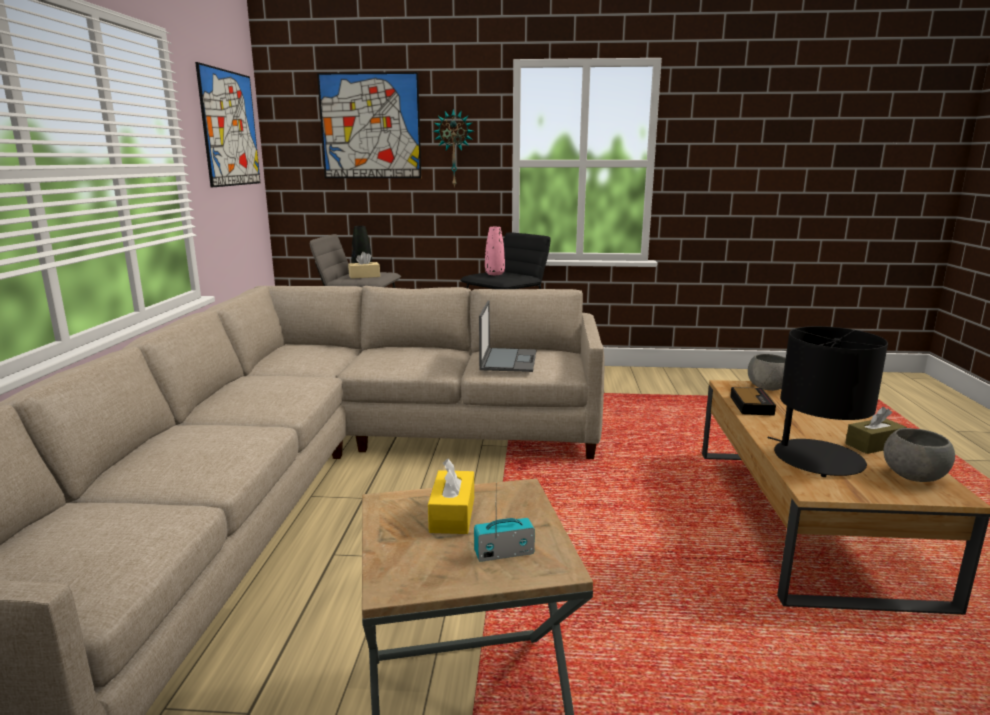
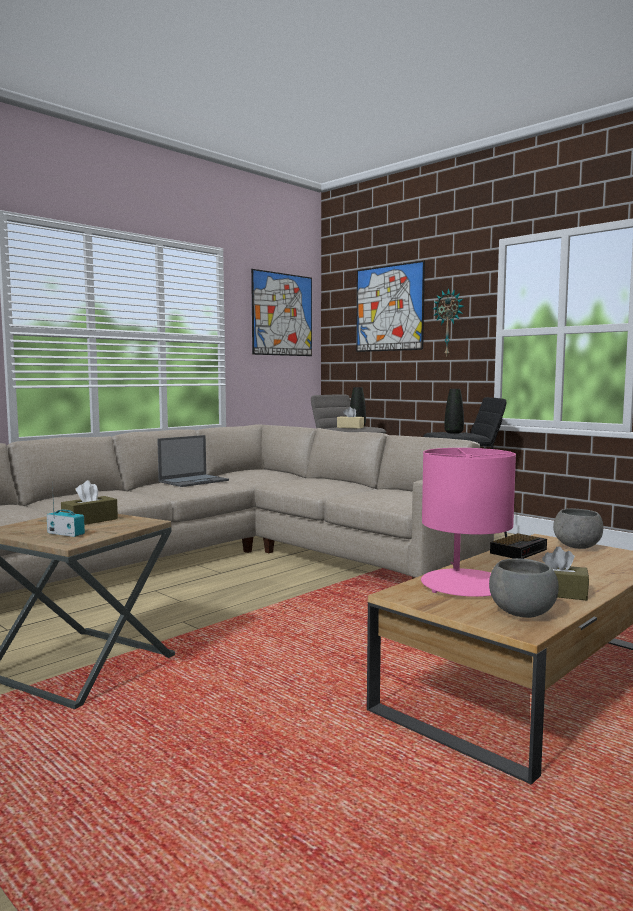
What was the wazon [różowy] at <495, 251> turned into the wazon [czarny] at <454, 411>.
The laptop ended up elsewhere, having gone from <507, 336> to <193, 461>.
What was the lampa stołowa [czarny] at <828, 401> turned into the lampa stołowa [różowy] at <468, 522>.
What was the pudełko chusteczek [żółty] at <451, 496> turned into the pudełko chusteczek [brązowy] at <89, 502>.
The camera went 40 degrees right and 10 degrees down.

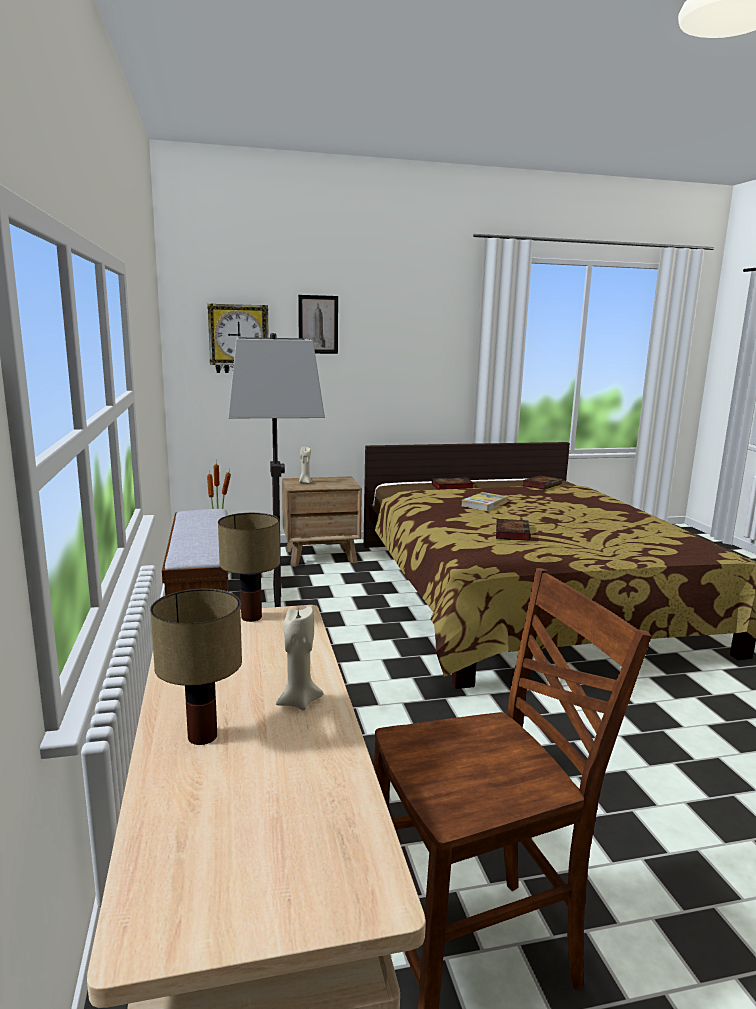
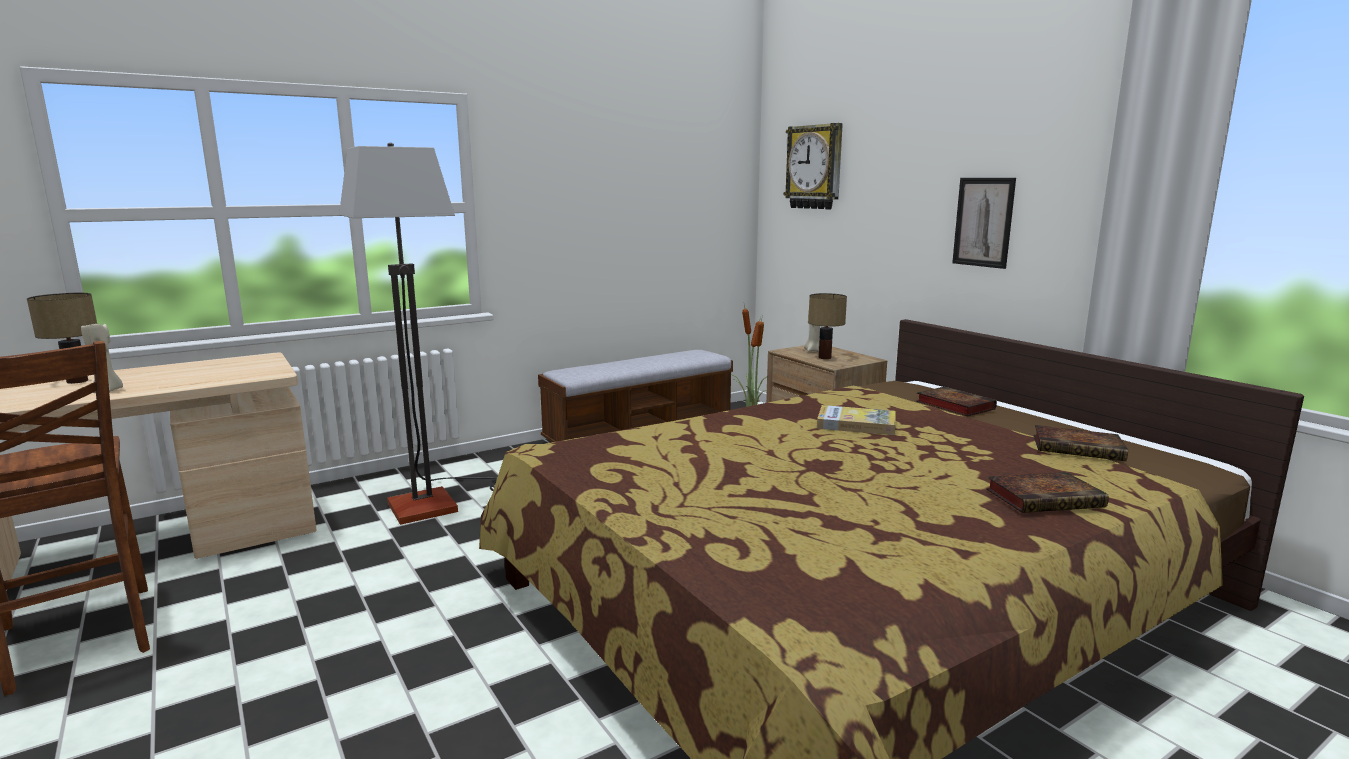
The obraz ended up elsewhere, having gone from <318, 324> to <984, 223>.
The lampa stołowa ended up elsewhere, having gone from <249, 567> to <827, 326>.
The książka ended up elsewhere, having gone from <513, 530> to <1047, 492>.
The camera went 70 degrees right and 0 degrees up.

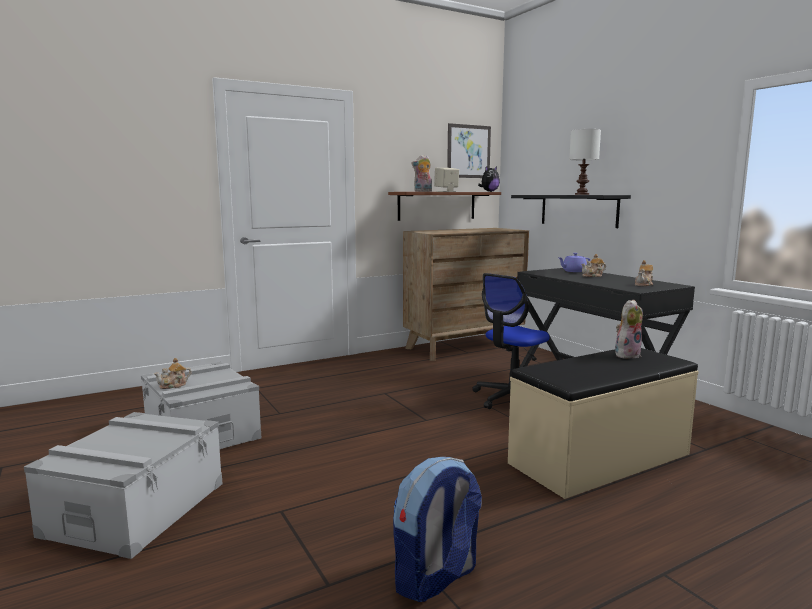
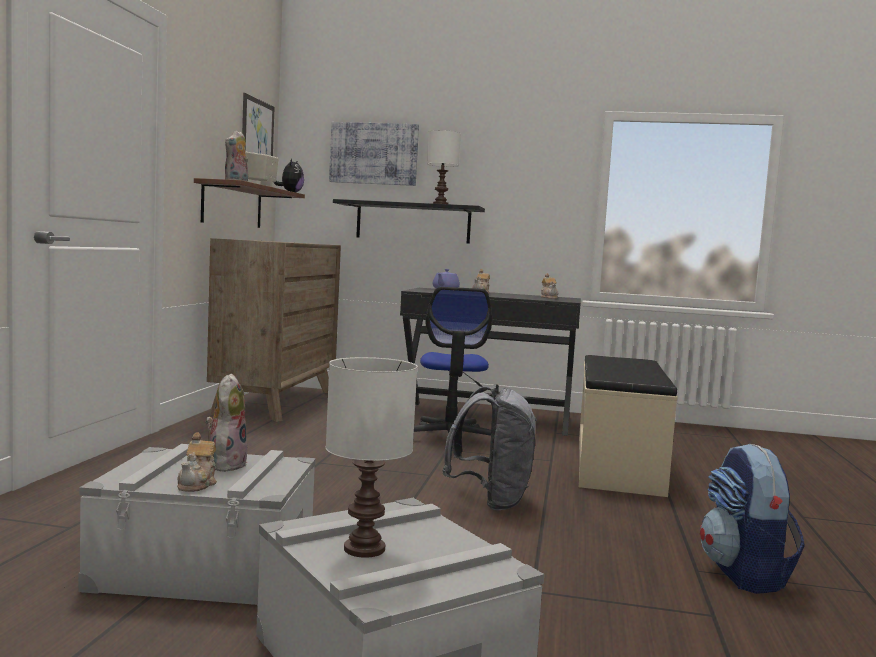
The pluszak ended up elsewhere, having gone from <629, 329> to <226, 422>.
The second view gained the obraz at <374, 154>.
The second view gained the lampa stołowa [biały] at <371, 457>.
The second view gained the plecak [szary] at <489, 447>.
The camera went 50 degrees left and 5 degrees down.

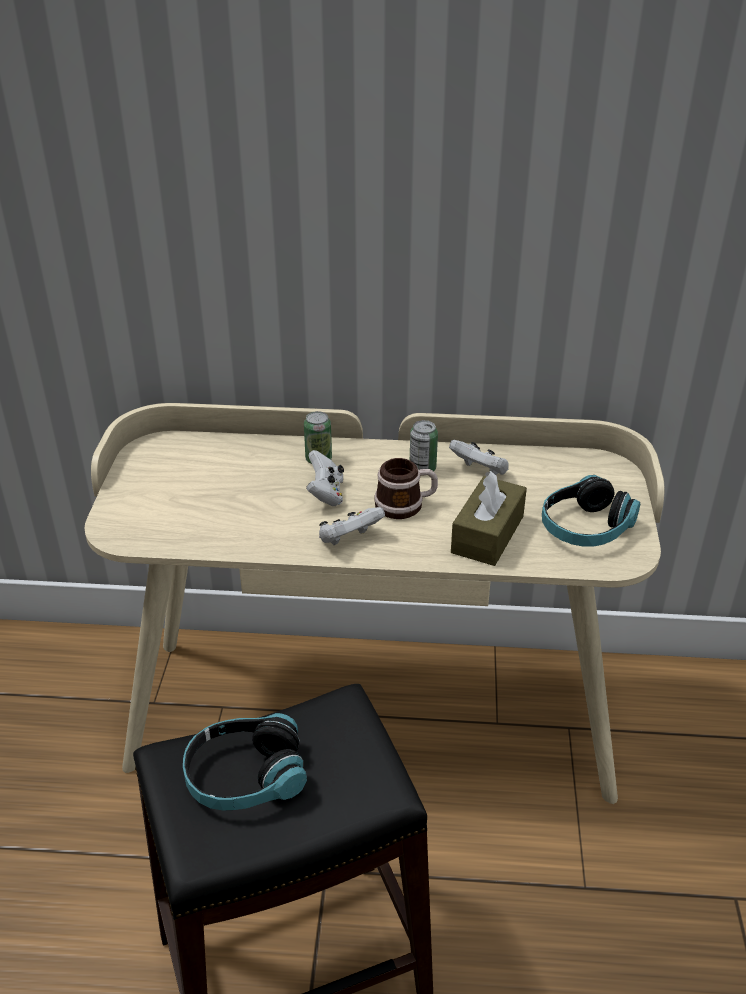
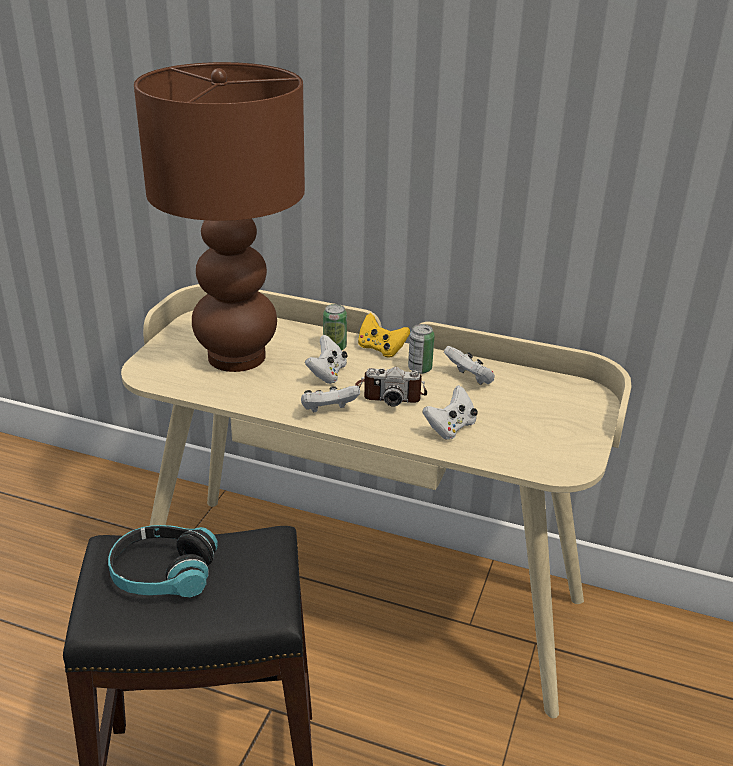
Where the kubek stood at <406, 488>, the aparat fotograficzny came to stand at <391, 386>.
Where the pudełko chusteczek [brązowy] stood at <489, 518>, the pad do gier [biały] came to stand at <450, 412>.
The second view lost the słuchawki at <591, 511>.
The second view gained the lampa stołowa [brązowy] at <219, 217>.
The second view gained the pad do gier [żółty] at <384, 335>.
The camera went 15 degrees right and 5 degrees down.

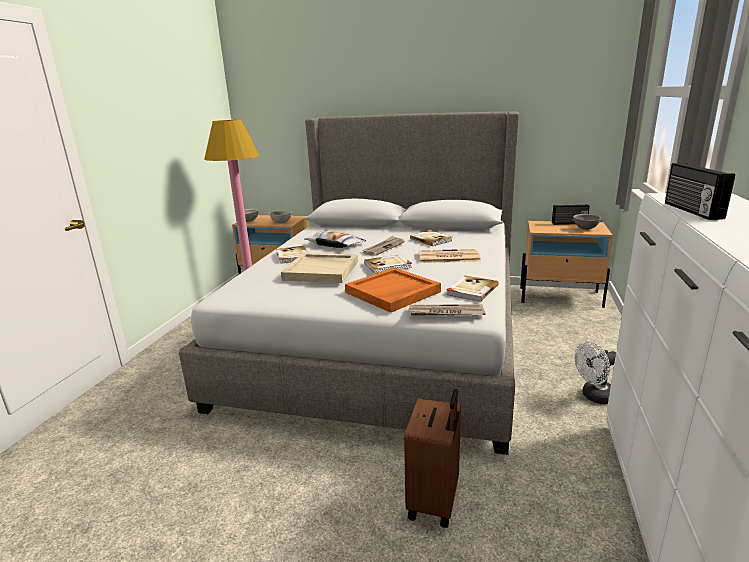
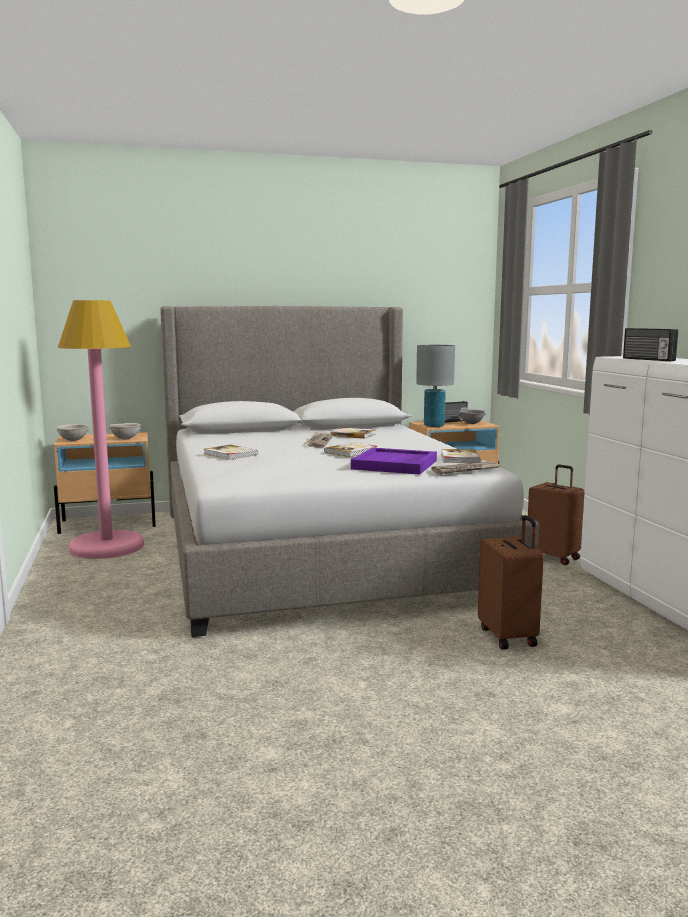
The second view lost the poduszka at <335, 239>.
The second view lost the gazeta at <450, 256>.
The second view lost the taca [beżowy] at <319, 268>.
What was the taca [pomarańczowy] at <393, 290> turned into the taca [fioletowy] at <394, 461>.
Where the wentylator [biały] stood at <595, 372>, the walizka [brązowy] came to stand at <556, 514>.
The second view gained the lampa stołowa [szary] at <435, 386>.
The camera went 30 degrees left and 10 degrees down.

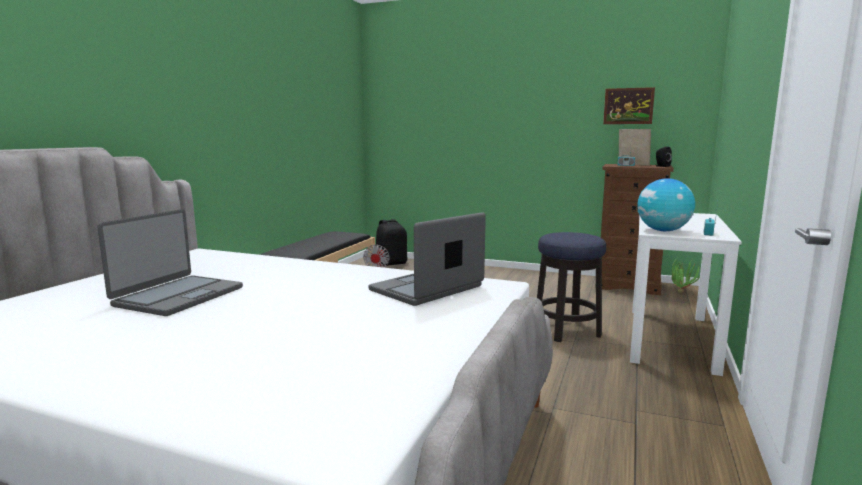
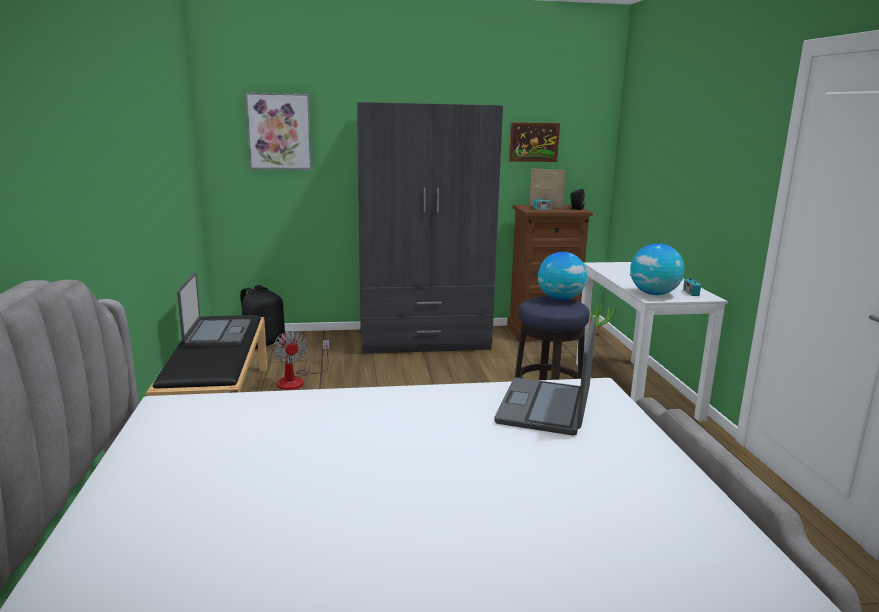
The laptop ended up elsewhere, having gone from <170, 262> to <214, 309>.
The second view gained the obraz at <278, 131>.
The second view gained the szafa [szary] at <430, 228>.
The second view gained the globus at <562, 276>.
The camera went 30 degrees left and 5 degrees up.

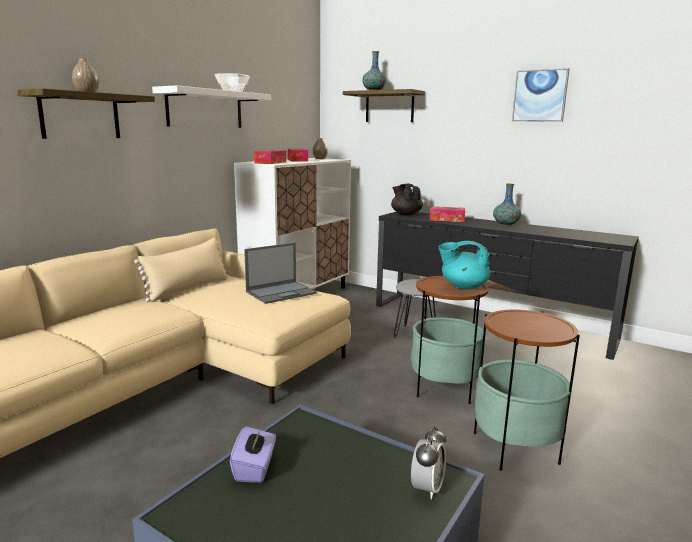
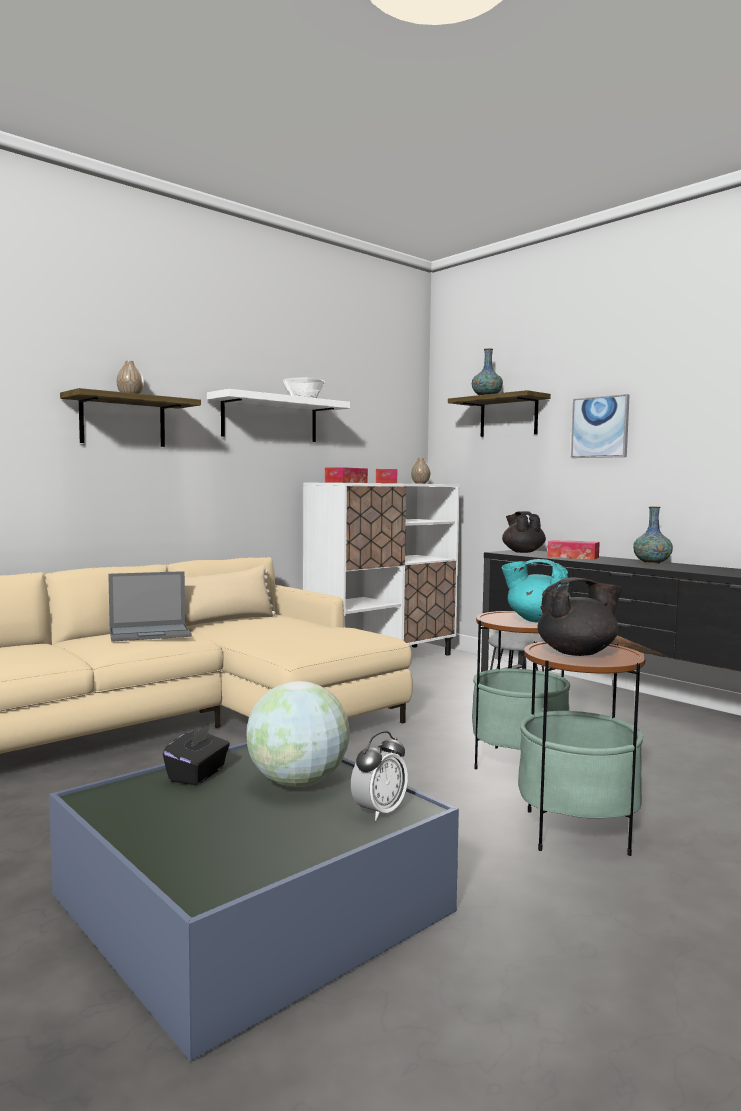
The obraz ended up elsewhere, having gone from <540, 95> to <600, 426>.
The laptop ended up elsewhere, having gone from <280, 273> to <150, 606>.
What was the pudełko chusteczek [fioletowy] at <253, 454> turned into the pudełko chusteczek [czarny] at <196, 755>.
The second view gained the imbryk [czarny] at <579, 616>.
The second view gained the globus at <298, 734>.
The camera went 15 degrees right and 10 degrees down.

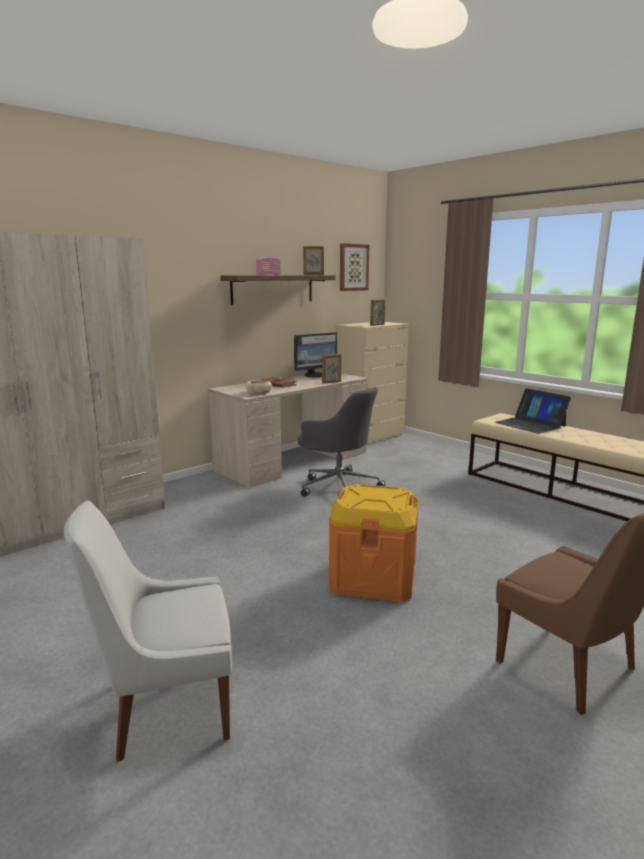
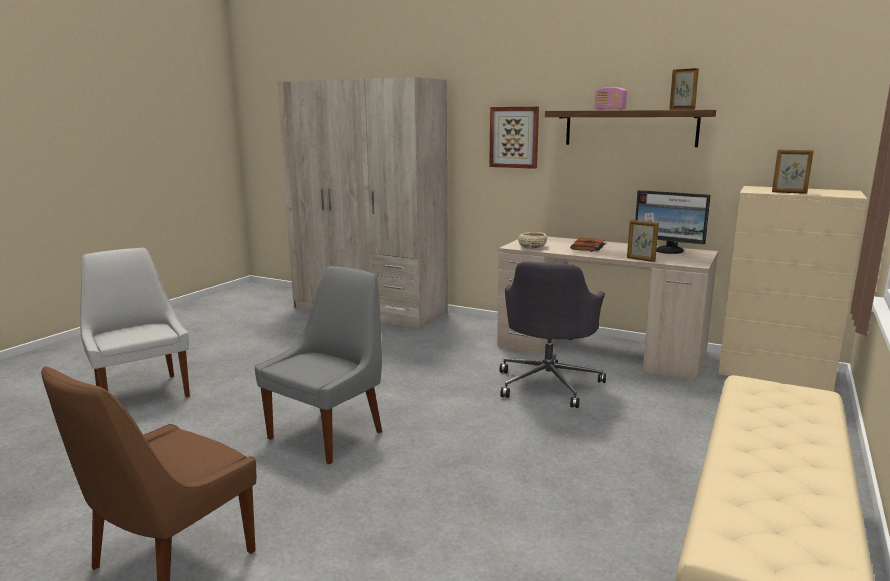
The obraz ended up elsewhere, having gone from <354, 267> to <514, 138>.
The second view lost the laptop at <533, 411>.
Where the pojemnik do przechowywania [pomarańczowy] stood at <373, 543>, the krzesło [szary] came to stand at <318, 365>.
The camera went 70 degrees right and 0 degrees up.

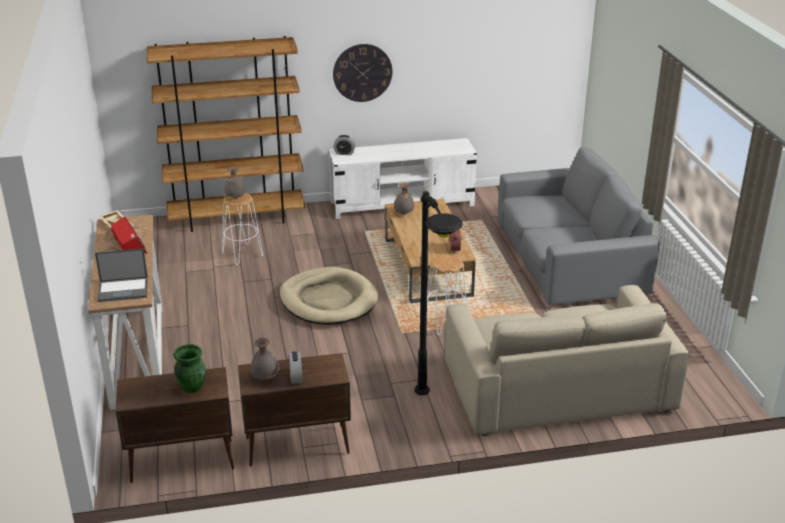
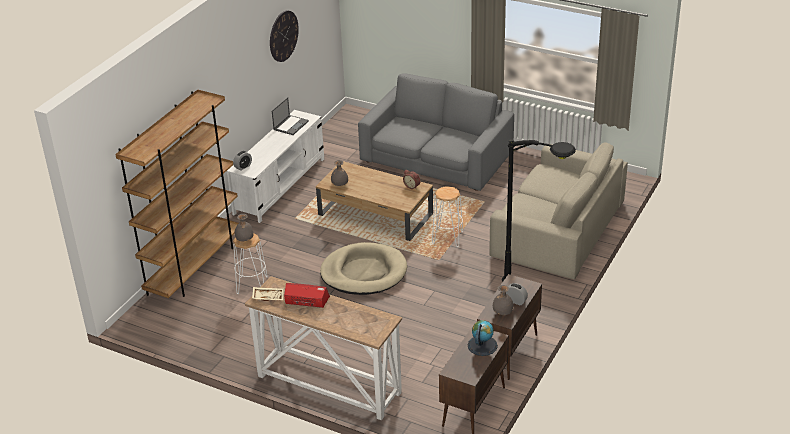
The zegar ścienny ended up elsewhere, having gone from <362, 73> to <284, 36>.
The laptop ended up elsewhere, having gone from <121, 275> to <290, 116>.
Where the wazon [zielony] stood at <189, 368>, the globus came to stand at <483, 338>.
The camera went 50 degrees left and 5 degrees up.

